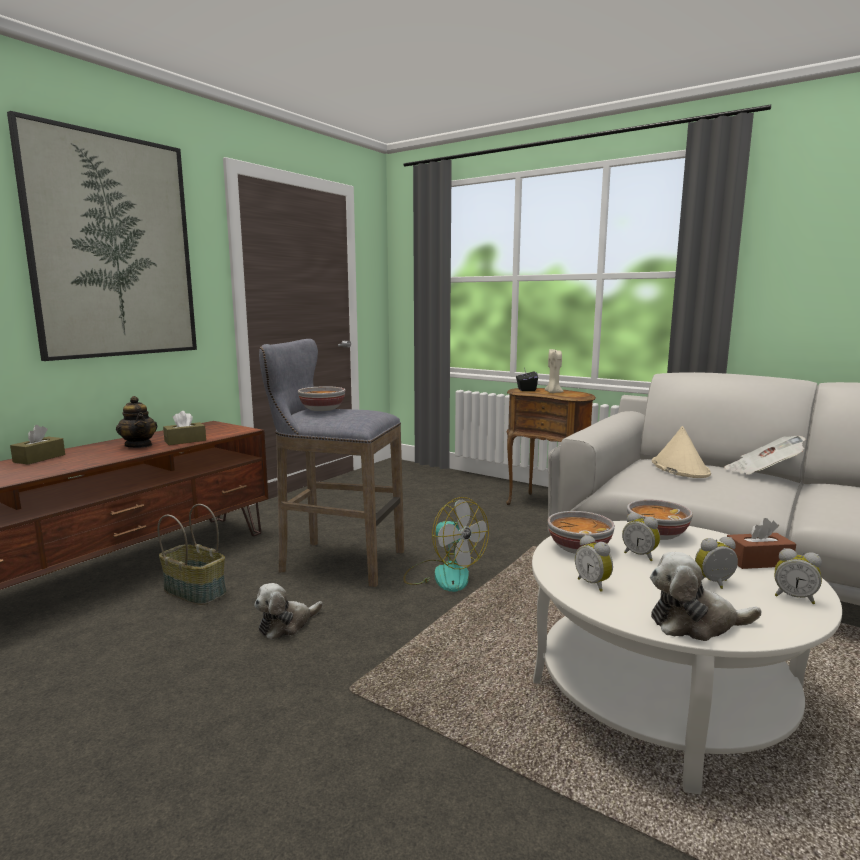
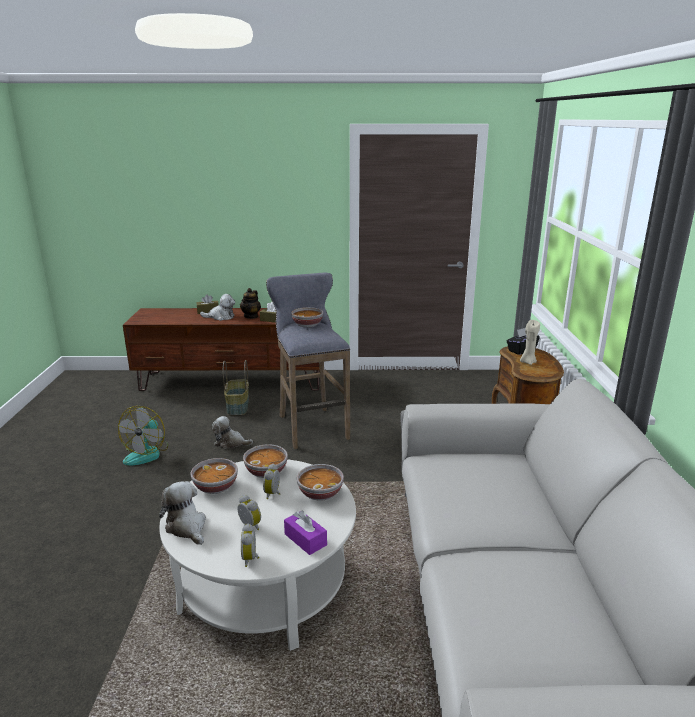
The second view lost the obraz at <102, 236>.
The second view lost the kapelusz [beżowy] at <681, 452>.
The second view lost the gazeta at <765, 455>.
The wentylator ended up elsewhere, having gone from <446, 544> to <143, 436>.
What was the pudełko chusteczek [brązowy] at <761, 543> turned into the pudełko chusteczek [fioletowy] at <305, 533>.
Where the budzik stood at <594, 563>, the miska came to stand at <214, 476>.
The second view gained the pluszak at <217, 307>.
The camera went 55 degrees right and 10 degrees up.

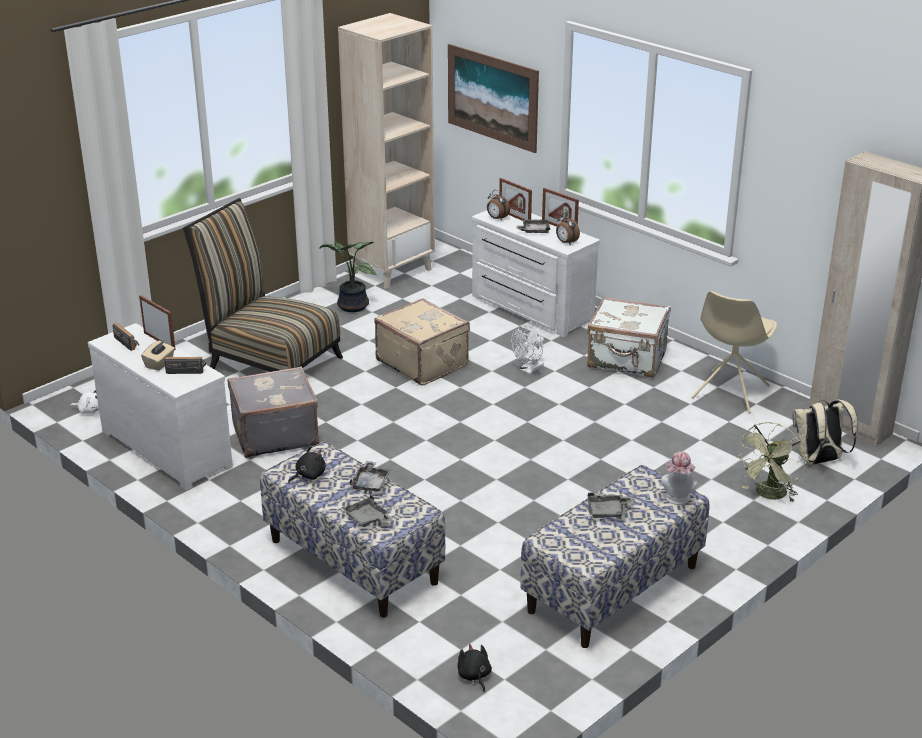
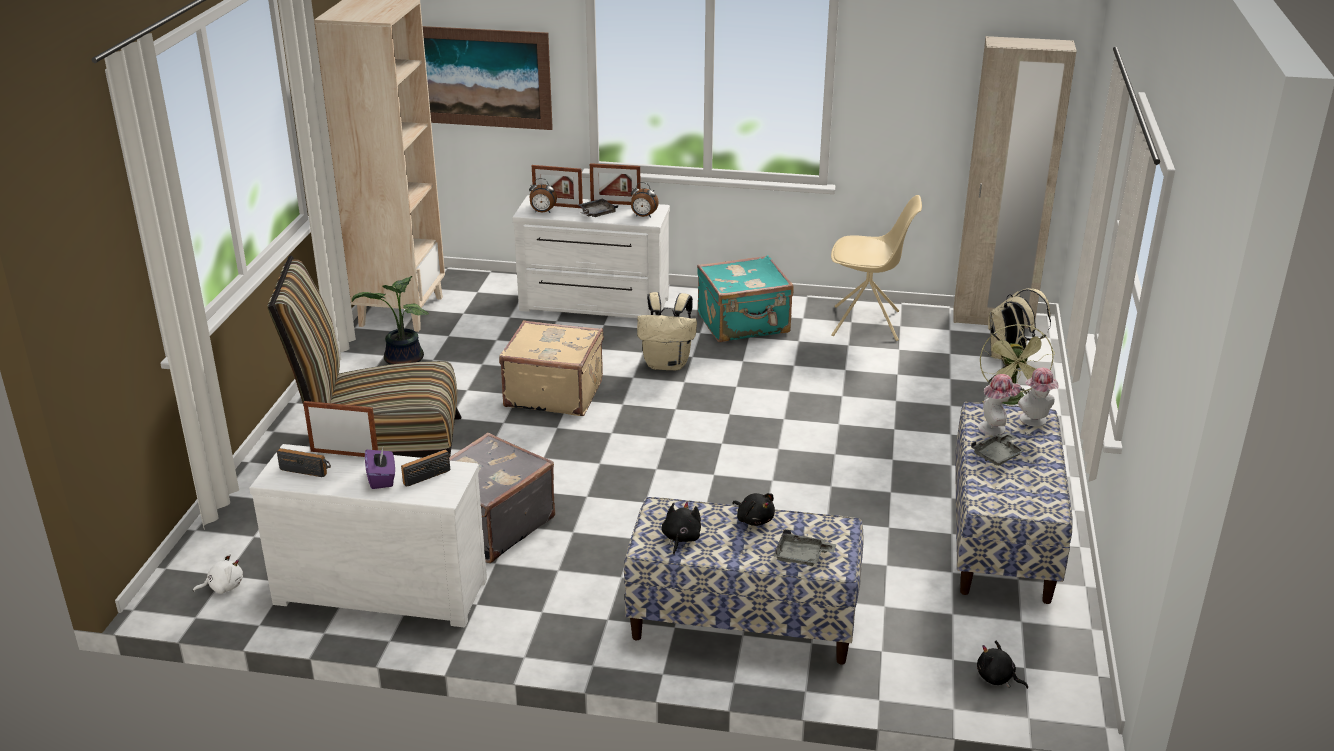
The krzesło [beżowy] at <734, 352> ended up facing another way, 75 degrees counterclockwise from before.
What was the walizka [biały] at <628, 337> turned into the walizka [turkusowy] at <745, 298>.
Where the wentylator [biały] stood at <527, 349>, the plecak [beżowy] came to stand at <667, 331>.
What was the pudełko chusteczek [beżowy] at <158, 355> turned into the pudełko chusteczek [fioletowy] at <380, 468>.
Where the taca [szary] stood at <370, 476>, the pluszak [czarny] came to stand at <753, 509>.
The second view gained the kapelusz at <999, 405>.
The camera went 35 degrees left and 0 degrees up.

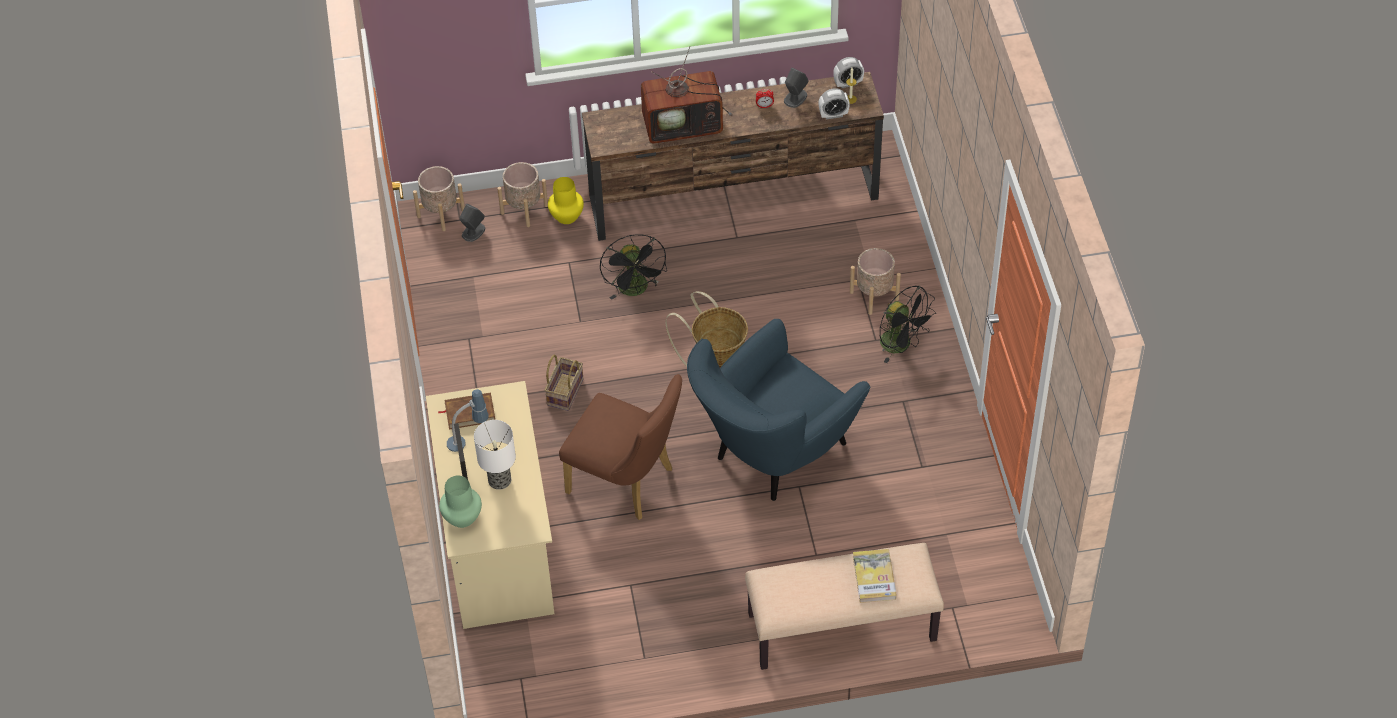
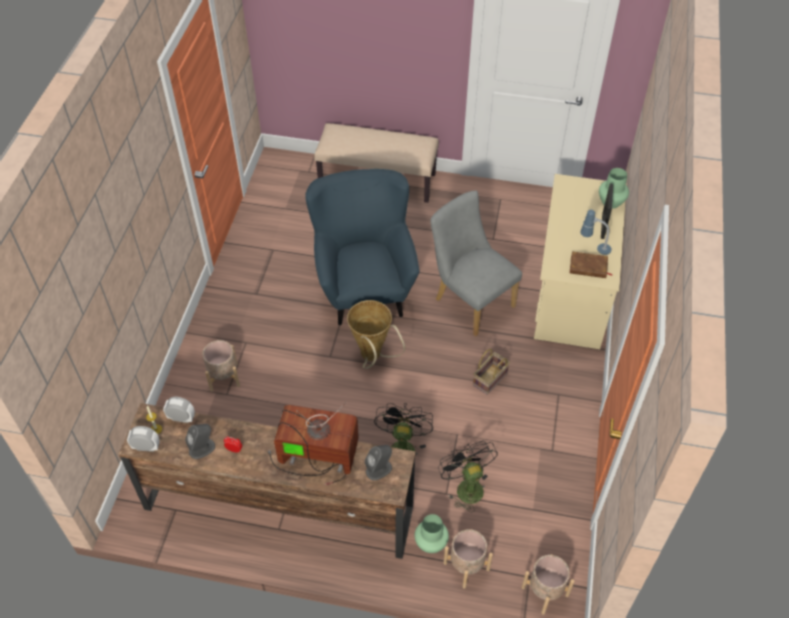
What was the wazon [żółty] at <566, 200> turned into the wazon [zielony] at <432, 533>.
The głośnik [szary] ended up elsewhere, having gone from <472, 223> to <378, 462>.
The wentylator [czarny] ended up elsewhere, having gone from <907, 324> to <468, 476>.
The fotel [niebieski] at <779, 410> ended up facing another way, 75 degrees counterclockwise from before.
What was the krzesło [brązowy] at <620, 447> turned into the krzesło [szary] at <476, 263>.
The second view lost the lampa stołowa at <495, 455>.
The second view lost the książka at <875, 576>.
The camera went 160 degrees left and 0 degrees up.

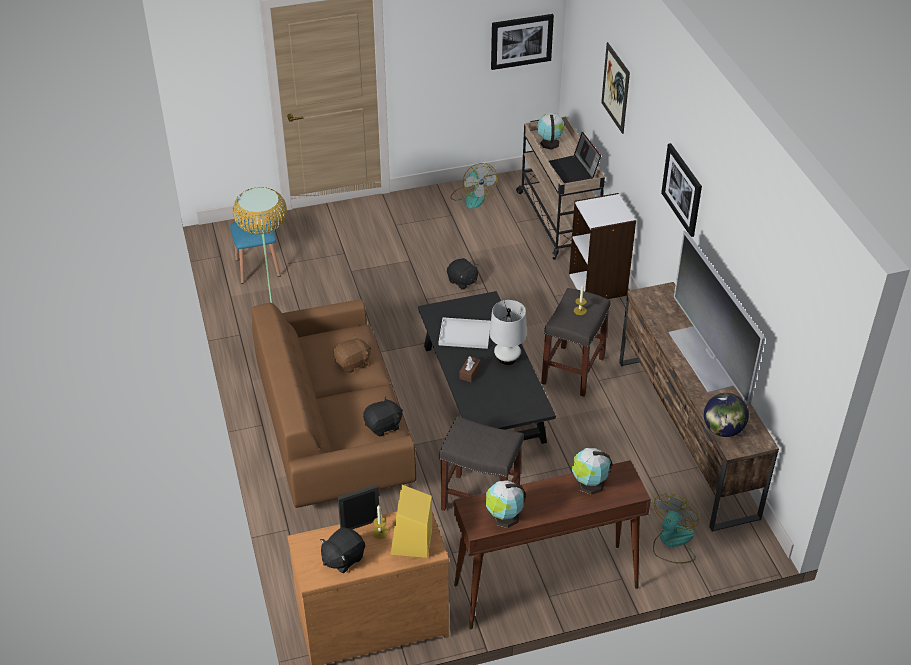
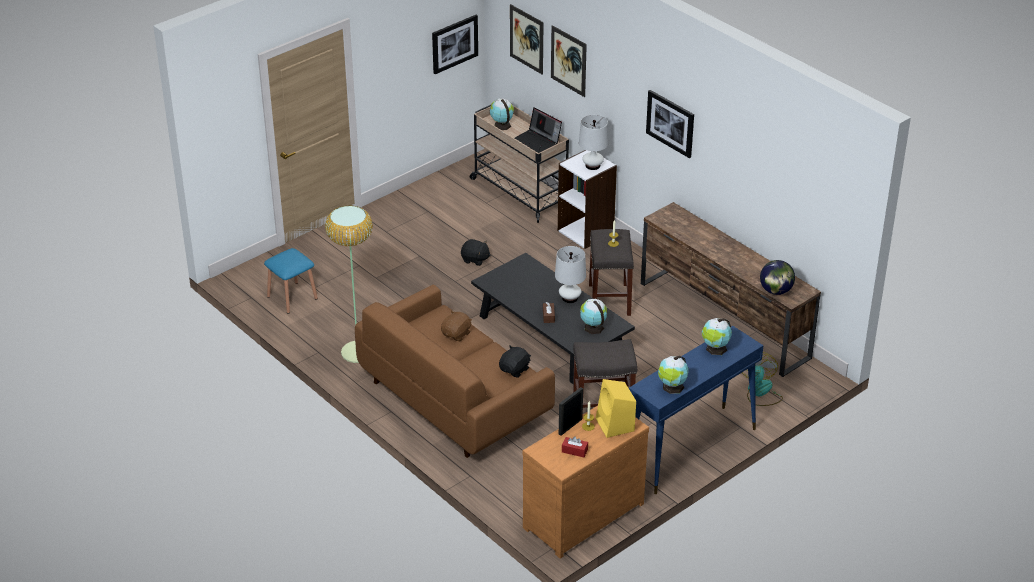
The second view lost the wentylator at <473, 186>.
The second view lost the telewizor at <717, 318>.
The second view lost the taca [biały] at <464, 333>.
What was the stolik konsolowy [brązowy] at <552, 544> turned into the stolik konsolowy [niebieski] at <696, 410>.
Where the pluszak [czarny] stood at <342, 550>, the pudełko chusteczek [czerwony] came to stand at <575, 446>.
The second view gained the obraz at <526, 39>.
The second view gained the lampa stołowa [biały] at <594, 142>.
The second view gained the globus at <593, 316>.
The camera went 25 degrees left and 5 degrees down.

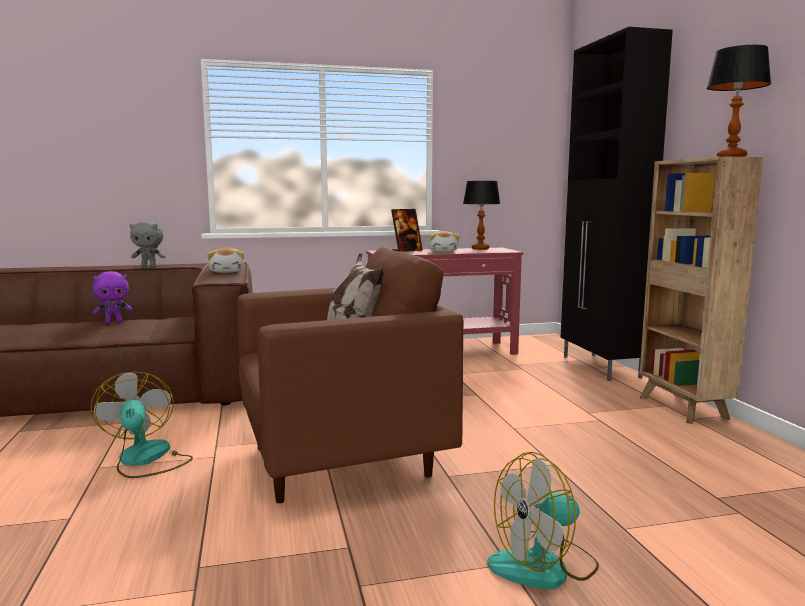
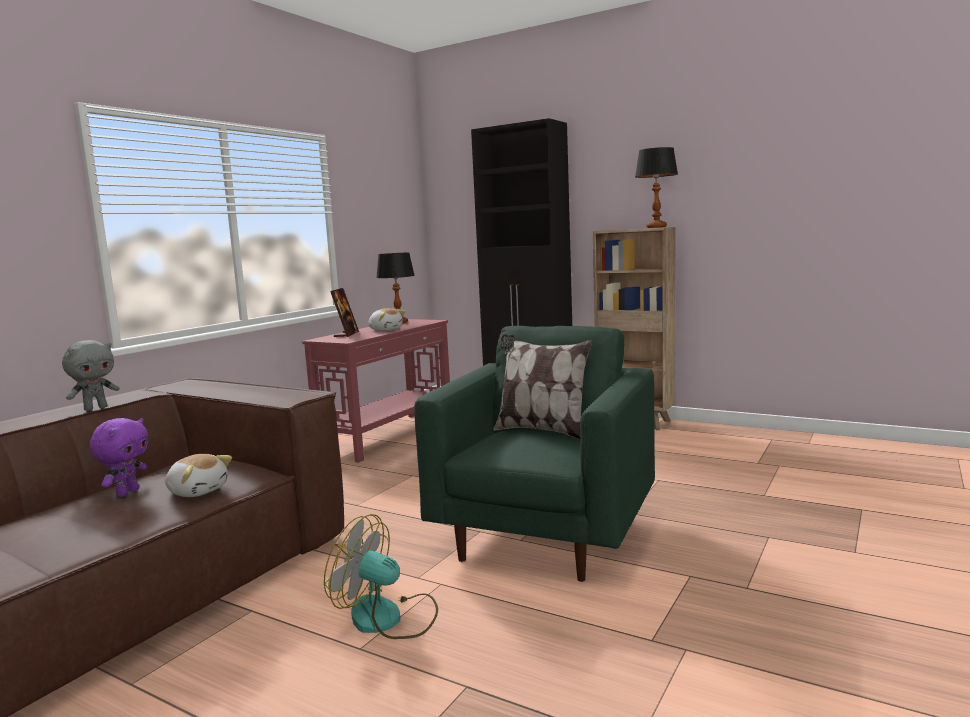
What was the fotel [brązowy] at <350, 375> turned into the fotel [zielony] at <534, 454>.
The pluszak ended up elsewhere, having gone from <226, 260> to <198, 475>.
The second view lost the wentylator at <543, 520>.
The camera went 45 degrees left and 0 degrees up.

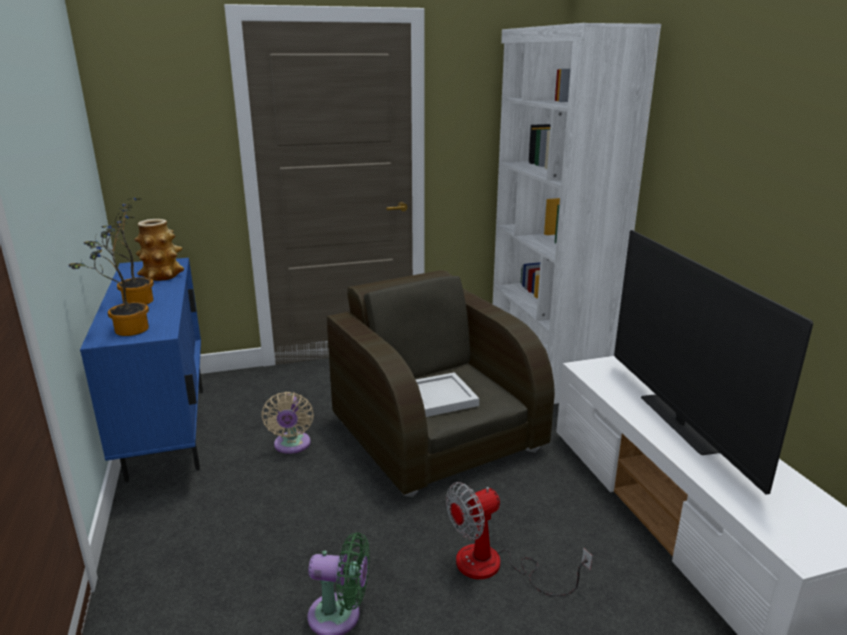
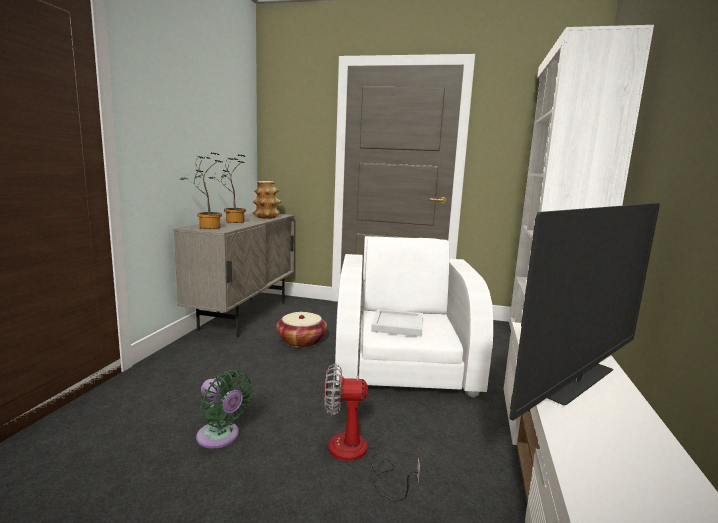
The telewizor at <713, 362> ended up facing another way, 150 degrees counterclockwise from before.
What was the szafka [niebieski] at <141, 370> turned into the szafka [beżowy] at <234, 275>.
What was the fotel [brązowy] at <441, 383> turned into the fotel [biały] at <414, 317>.
Where the wentylator [beżowy] stood at <287, 423>, the koszyk came to stand at <301, 330>.
The camera went 30 degrees right and 10 degrees down.

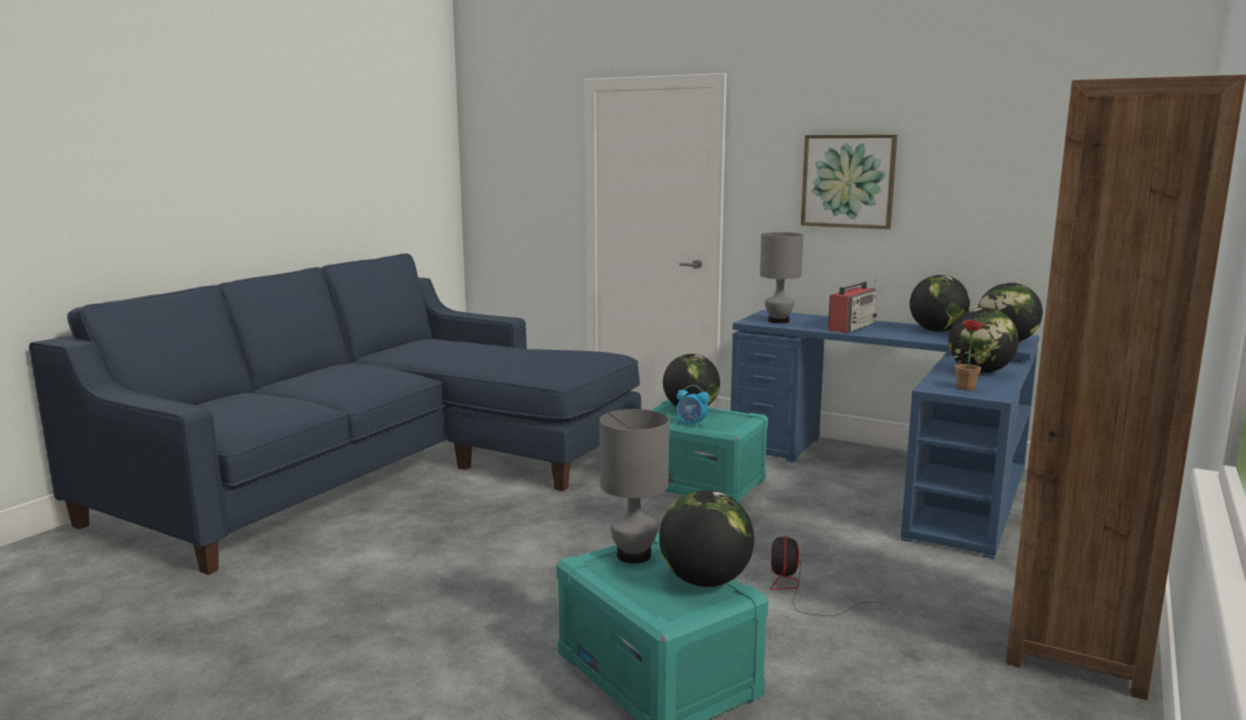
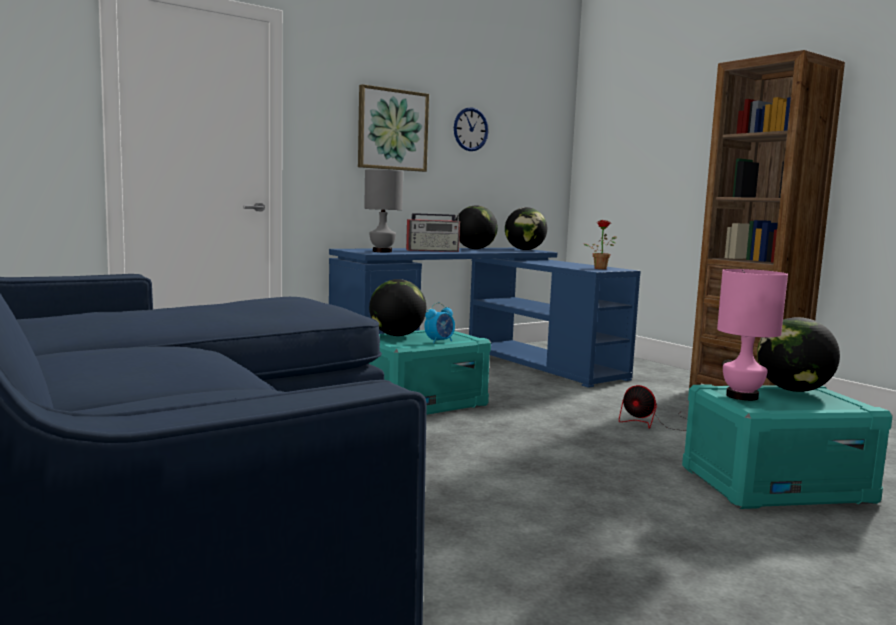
The radio at <853, 306> ended up facing another way, 105 degrees clockwise from before.
The second view lost the globus at <983, 340>.
What was the lampa stołowa [szary] at <634, 486> turned into the lampa stołowa [różowy] at <752, 335>.
The second view gained the zegar ścienny at <471, 129>.
The camera went 65 degrees left and 5 degrees down.

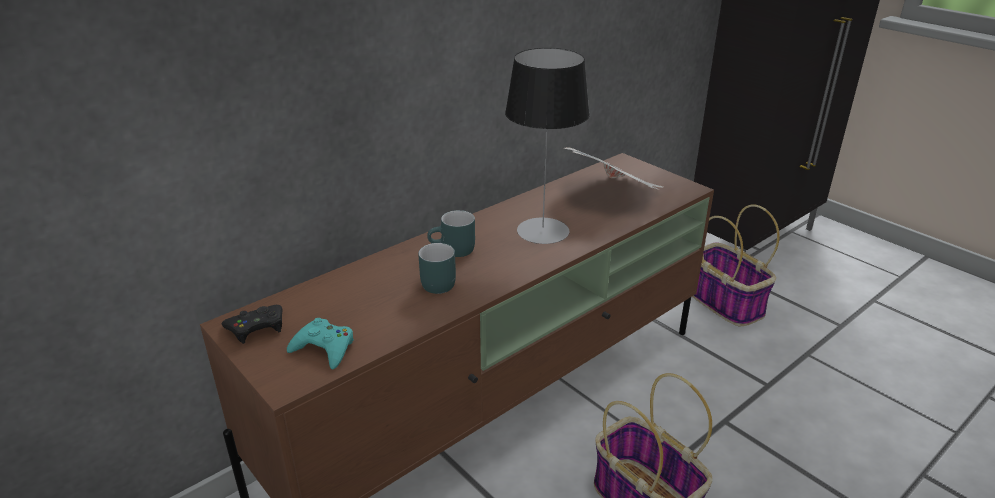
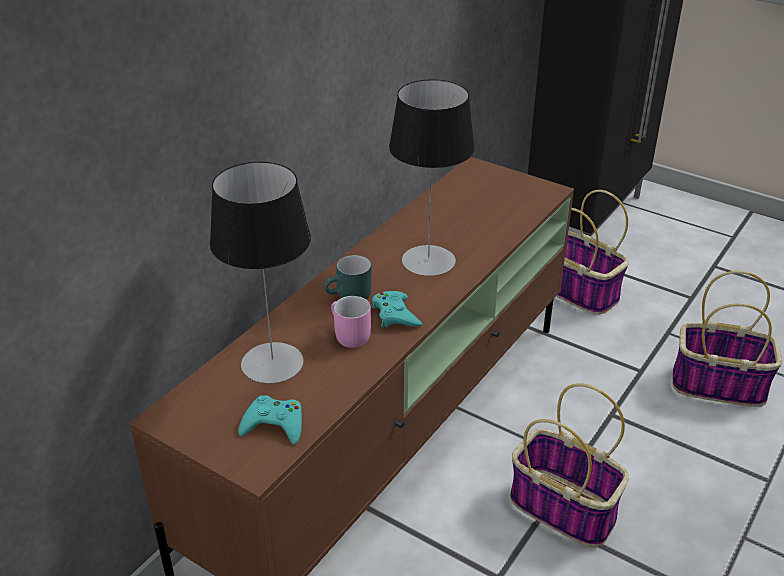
The second view lost the gazeta at <613, 168>.
What was the kubek [turkusowy] at <437, 268> turned into the kubek [różowy] at <351, 322>.
The second view lost the pad do gier [czarny] at <252, 324>.
The second view gained the lampa stołowa at <260, 272>.
The second view gained the koszyk at <727, 339>.
The second view gained the pad do gier [turkusowy] at <397, 309>.
The camera went 15 degrees left and 5 degrees up.

